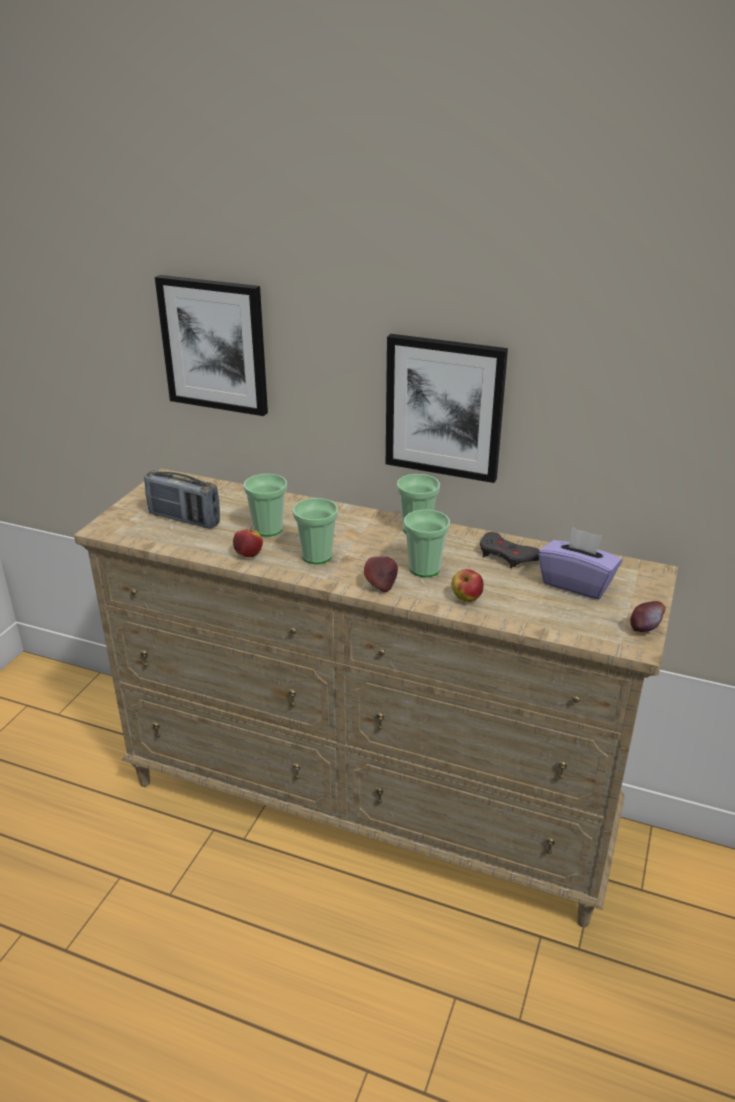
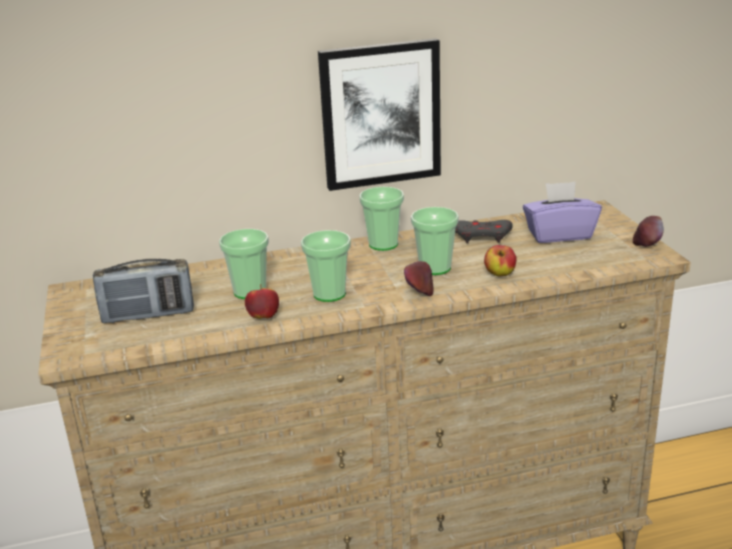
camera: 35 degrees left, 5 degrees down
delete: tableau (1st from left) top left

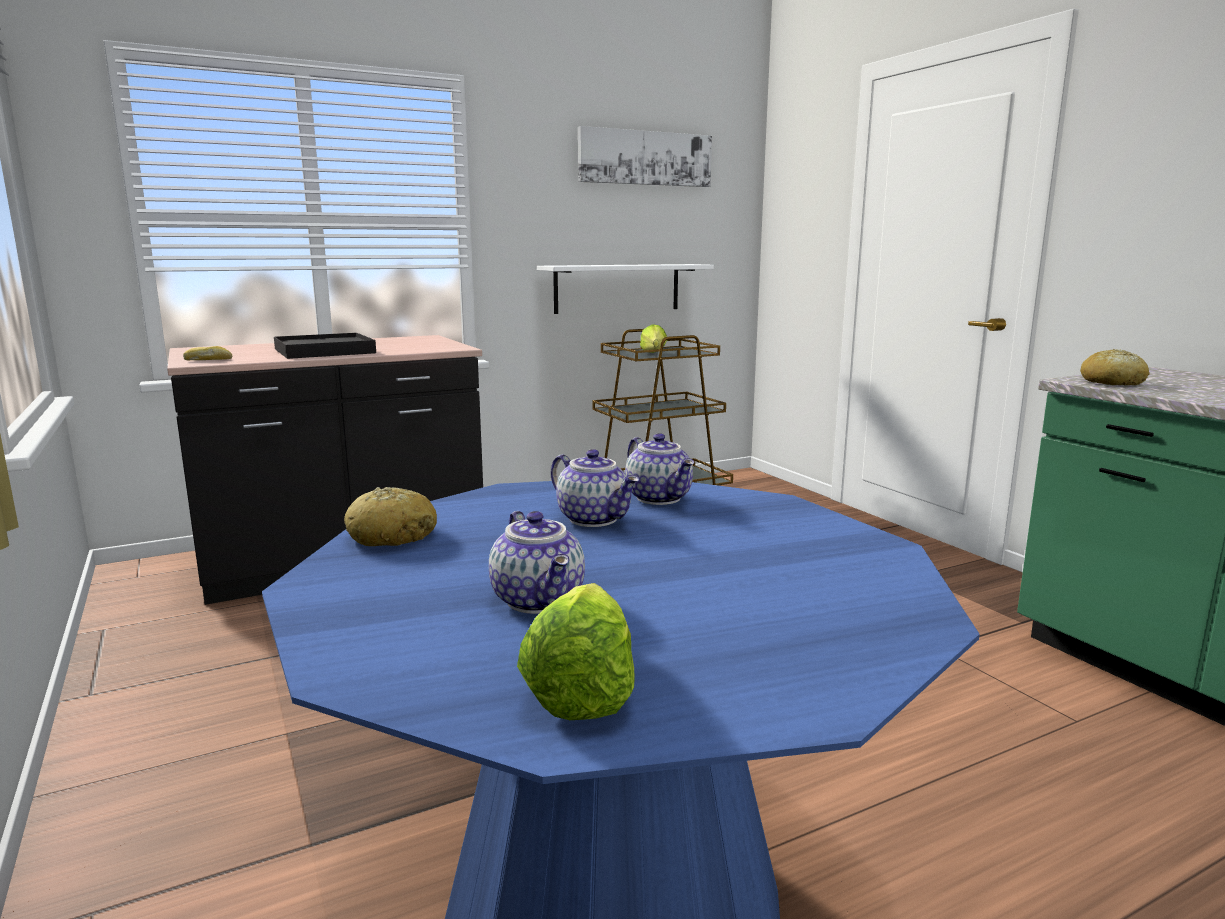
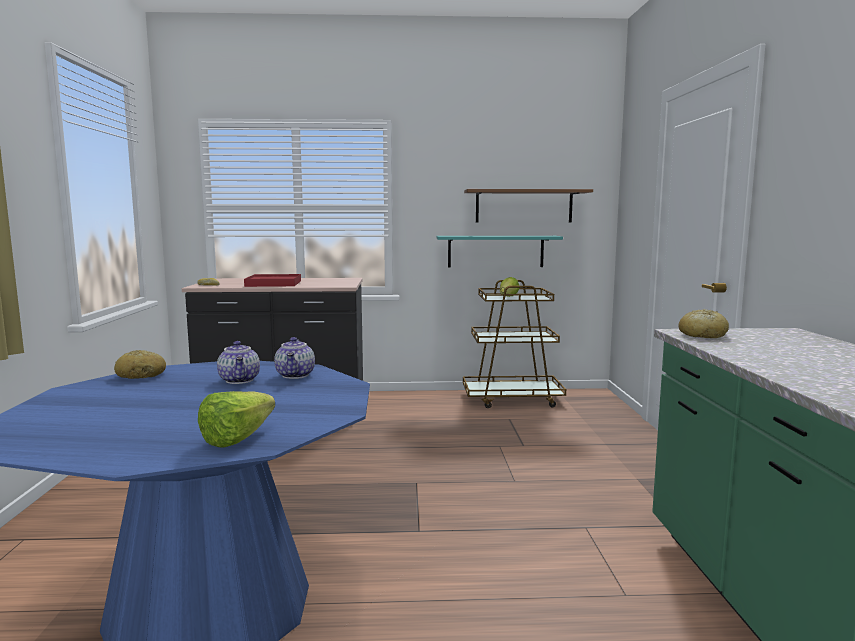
camera: 25 degrees right, 5 degrees down
delete: théière (1st from left) centre; tableau top centre
insert: étagère/marron top centre
move: laitue (1st from left) bottom centre to middle left
recolor: plateau/noir middle left to plateau/rouge middle left; étagère/blanc top centre to étagère/turquoise centre

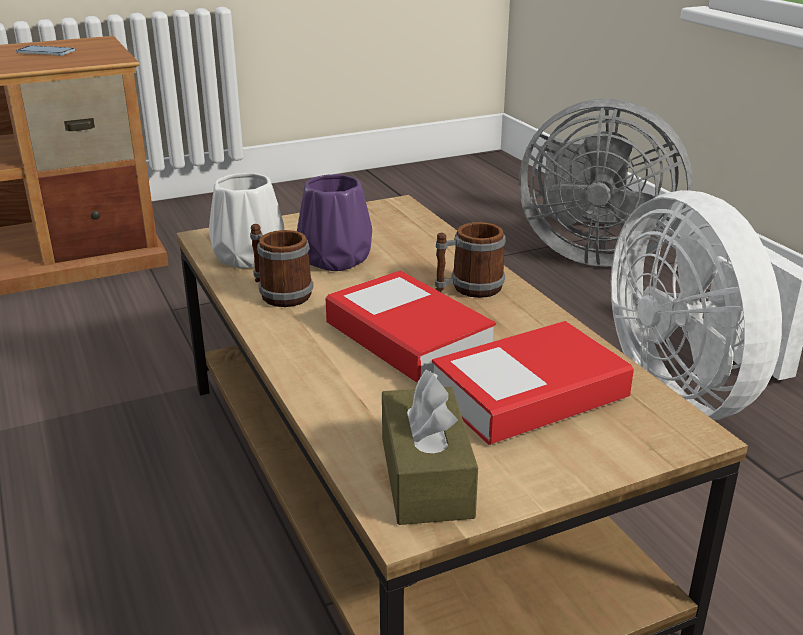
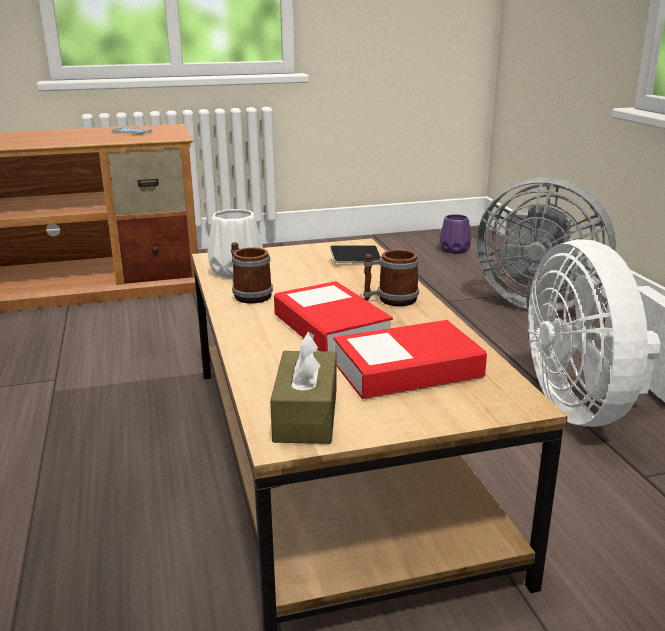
camera: 10 degrees right, 5 degrees down
insert: téléphone (2nd from left) centre
move: vase/violet centre to middle right

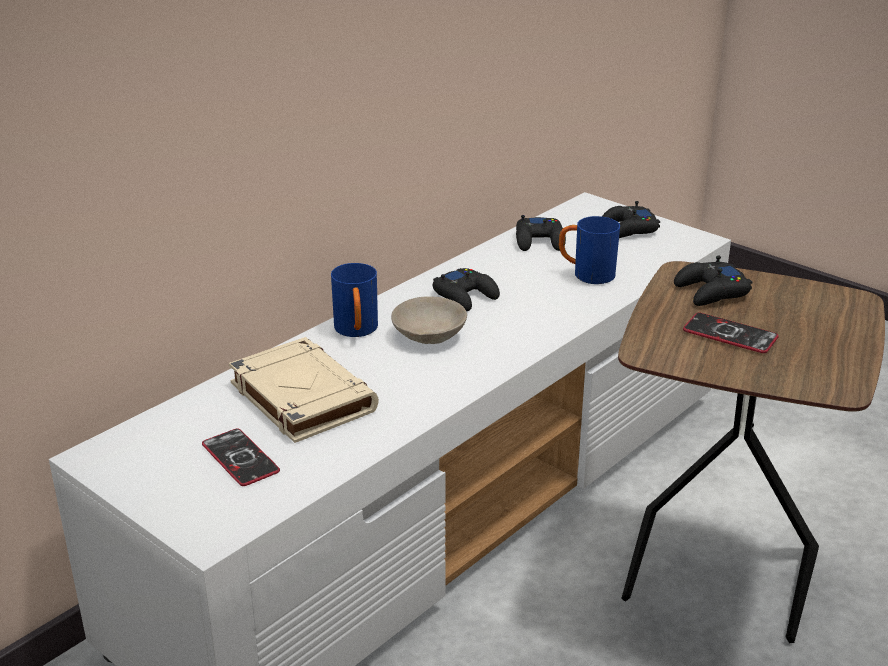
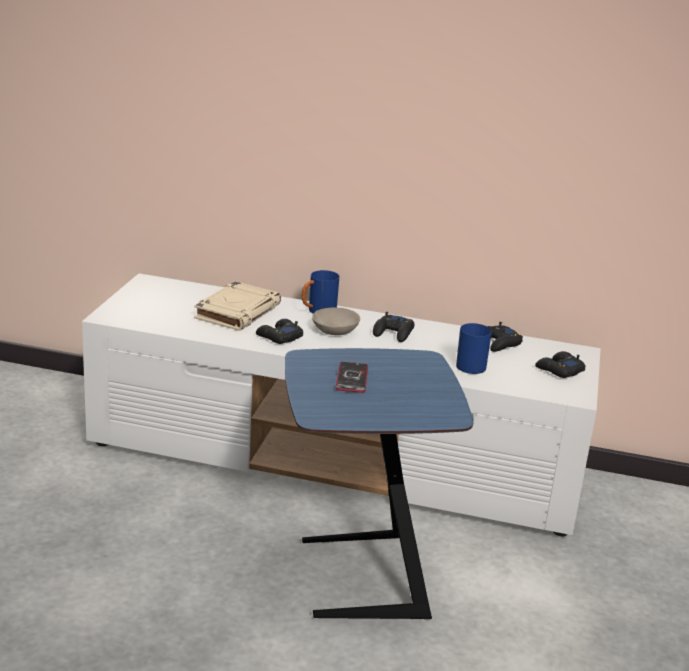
camera: 60 degrees right, 5 degrees down
delete: téléphone (1st from left) bottom left
move: manette/noir (4th from left in the first image) middle right to manette/noir (1st from left) centre
recolor: table d'appoint/marron bottom right to table d'appoint/bleu bottom centre

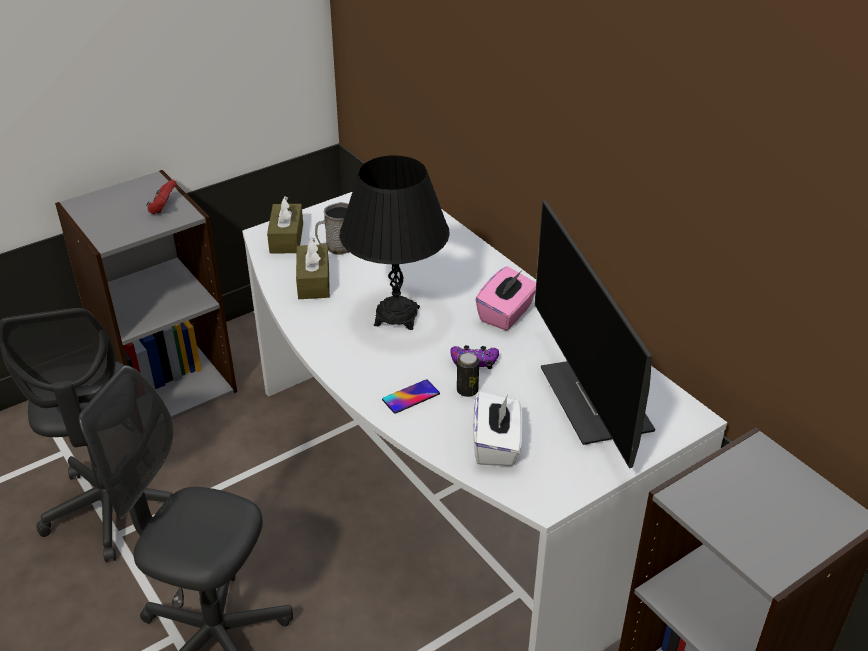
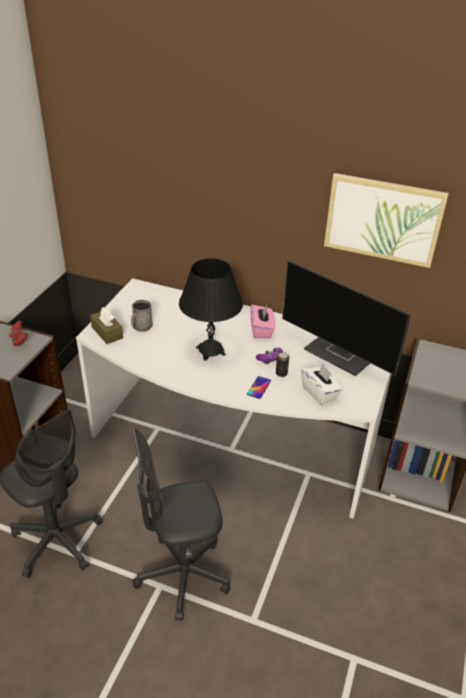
camera: 35 degrees left, 0 degrees up
delete: boîte à mouchoirs/marron (2nd from left) centre
insert: tableau top right

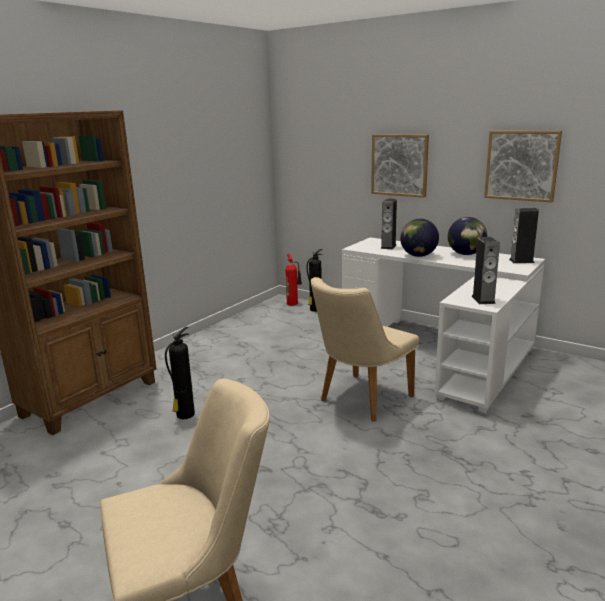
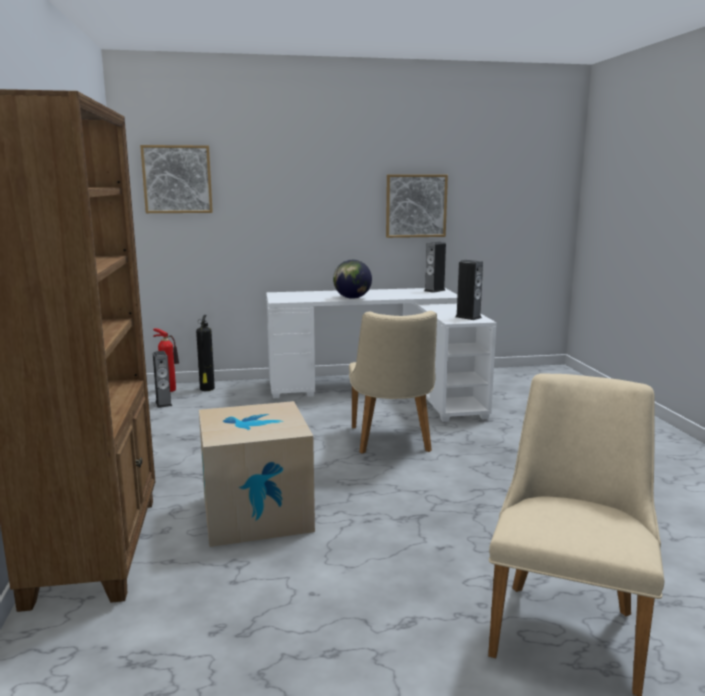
camera: 45 degrees left, 5 degrees down
delete: globe (2nd from left) middle right
move: tableau (1st from left) top centre to top left; enceinte (1st from left) centre to middle left
replace: extincteur (1st from left) middle left to carton bottom centre

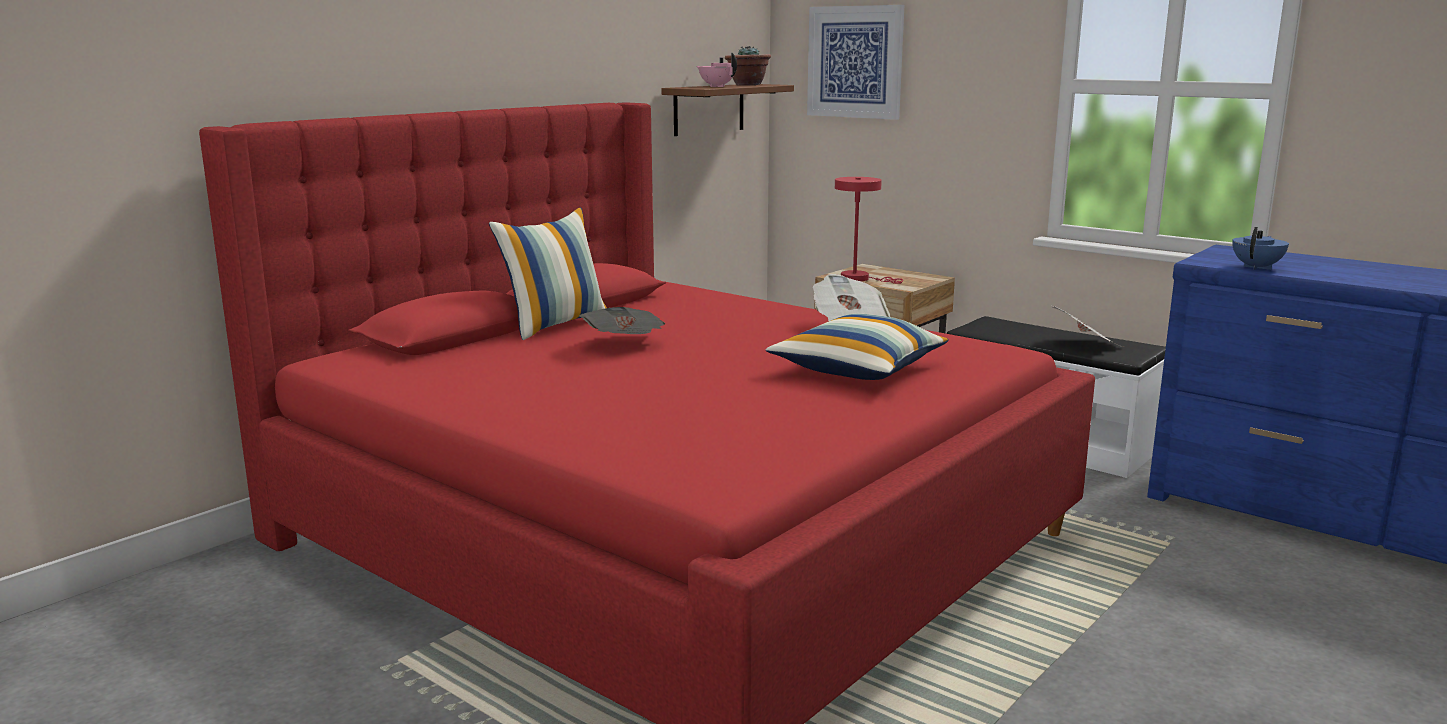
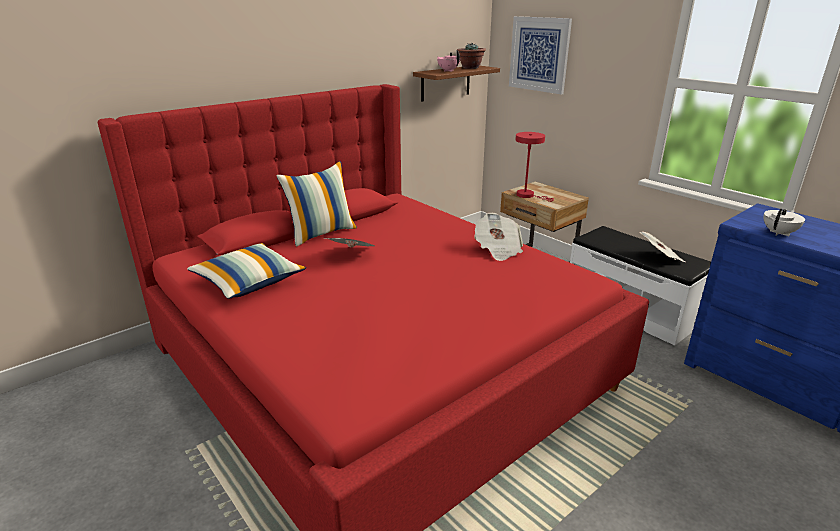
camera: 10 degrees right, 10 degrees up
move: coussin (2nd from left in the first image) centre to coussin (1st from left) middle left
recolor: théière/bleu middle right to théière/blanc middle right

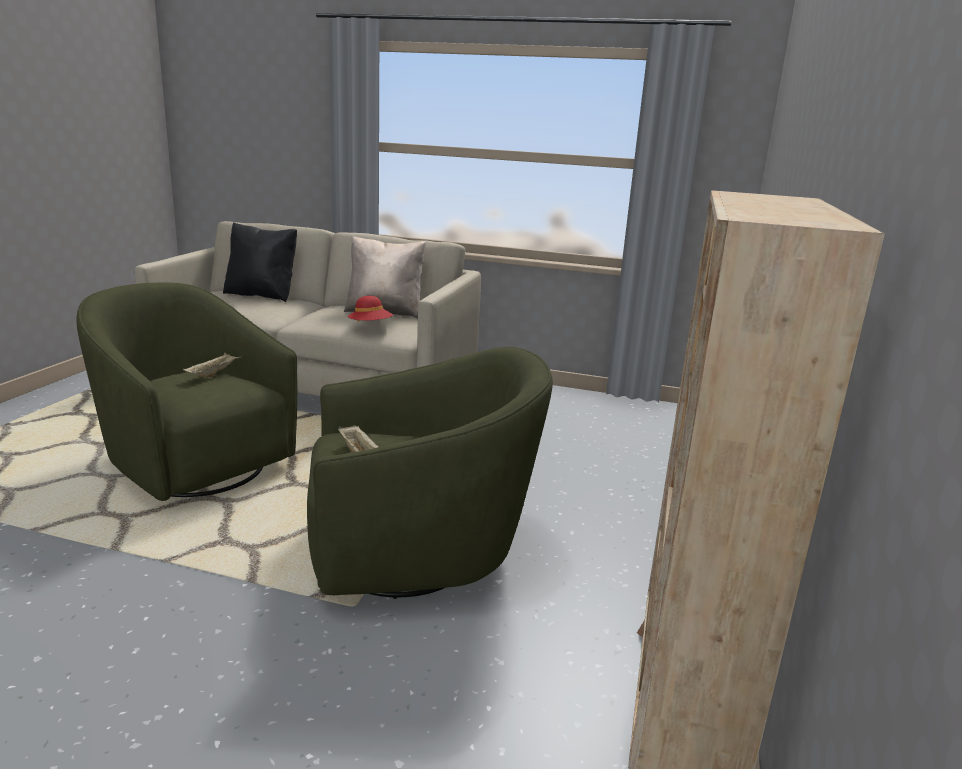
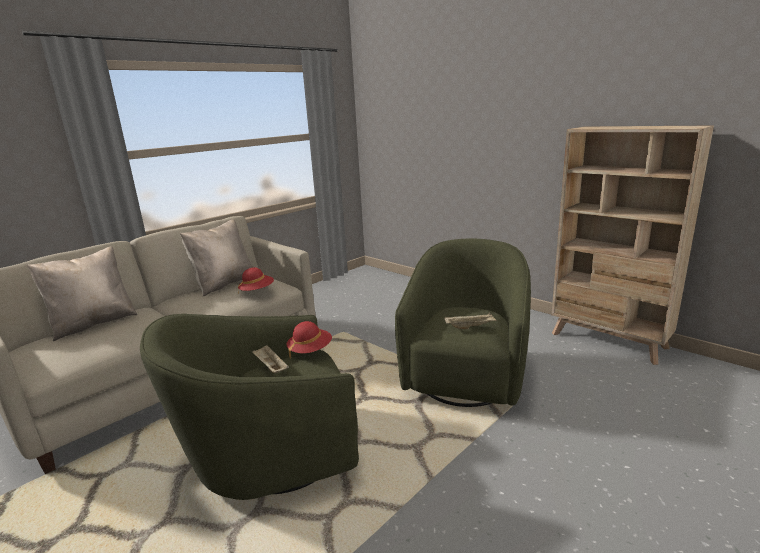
camera: 60 degrees left, 0 degrees up
insert: chapeau/rouge (2nd from left) centre
recolor: coussin/noir middle left to coussin/beige (1st from left) middle left

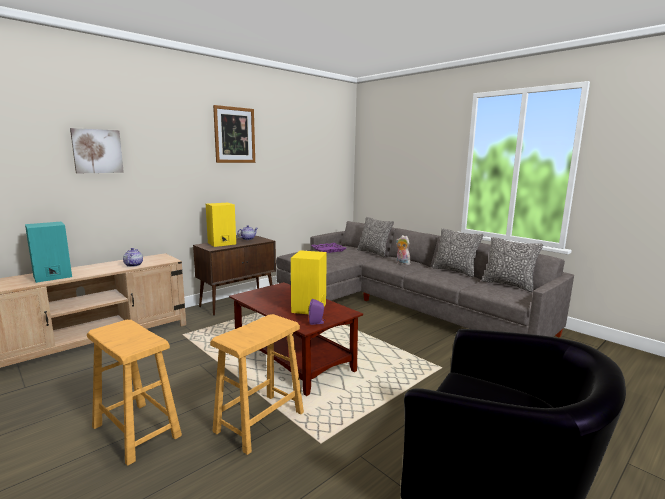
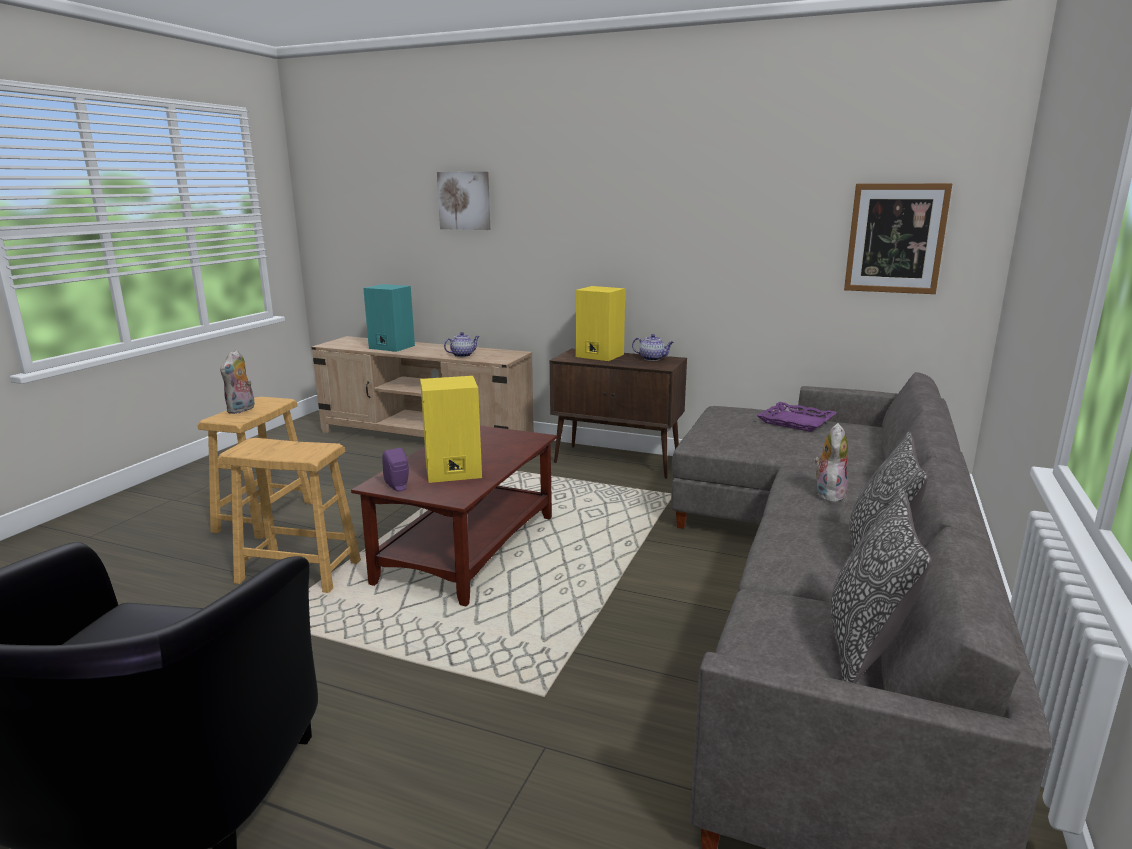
camera: 65 degrees right, 5 degrees up
delete: coussin (1st from left) centre
insert: peluche (1st from left) middle left
move: tableau (2nd from left) top centre to top right

